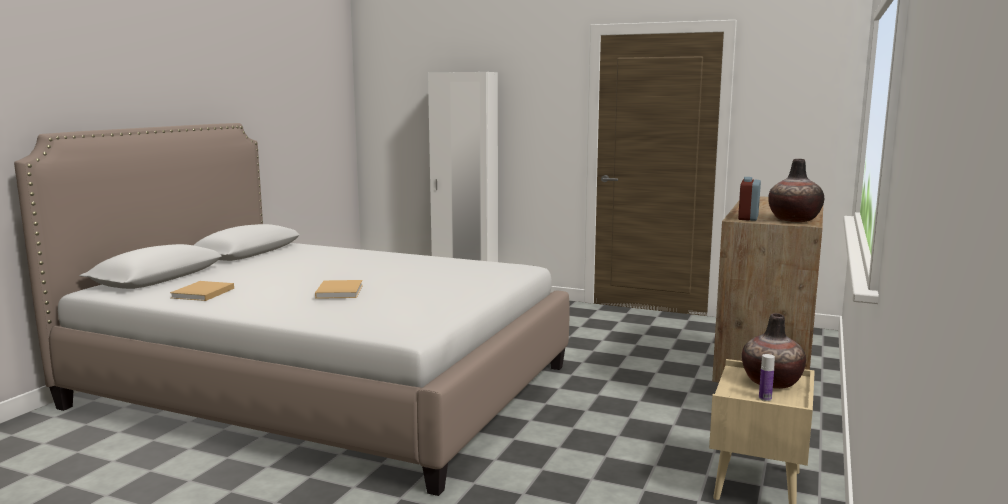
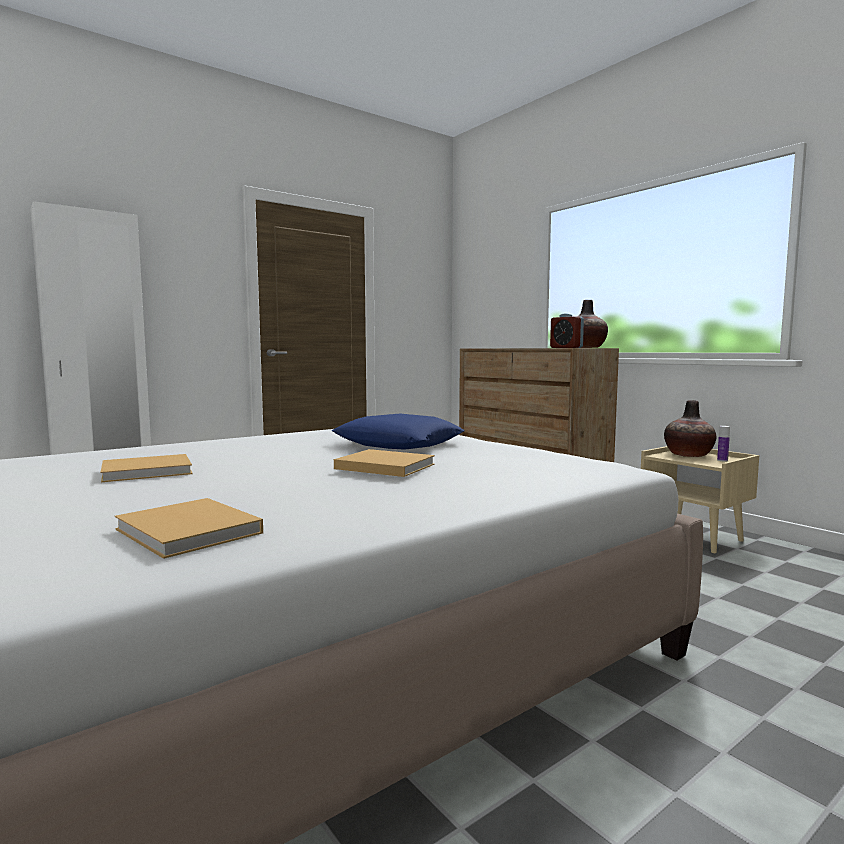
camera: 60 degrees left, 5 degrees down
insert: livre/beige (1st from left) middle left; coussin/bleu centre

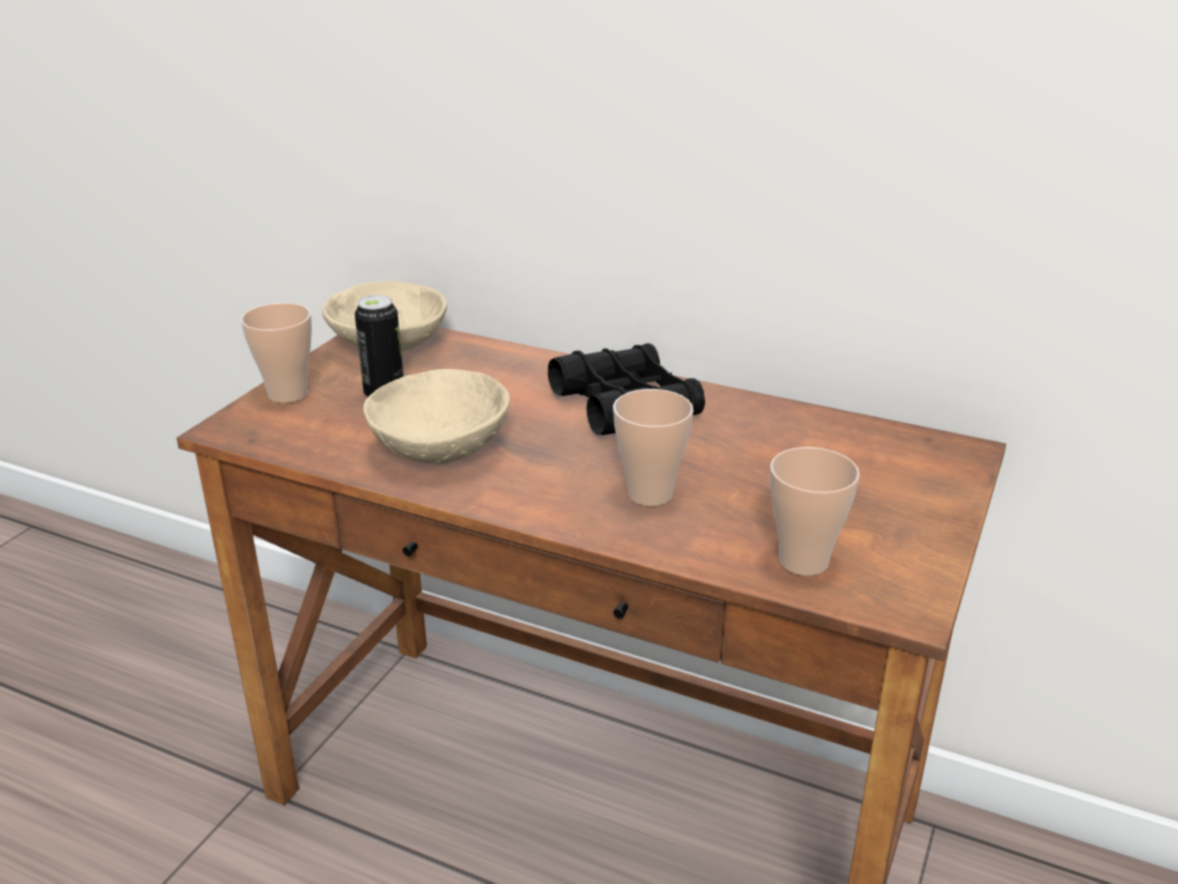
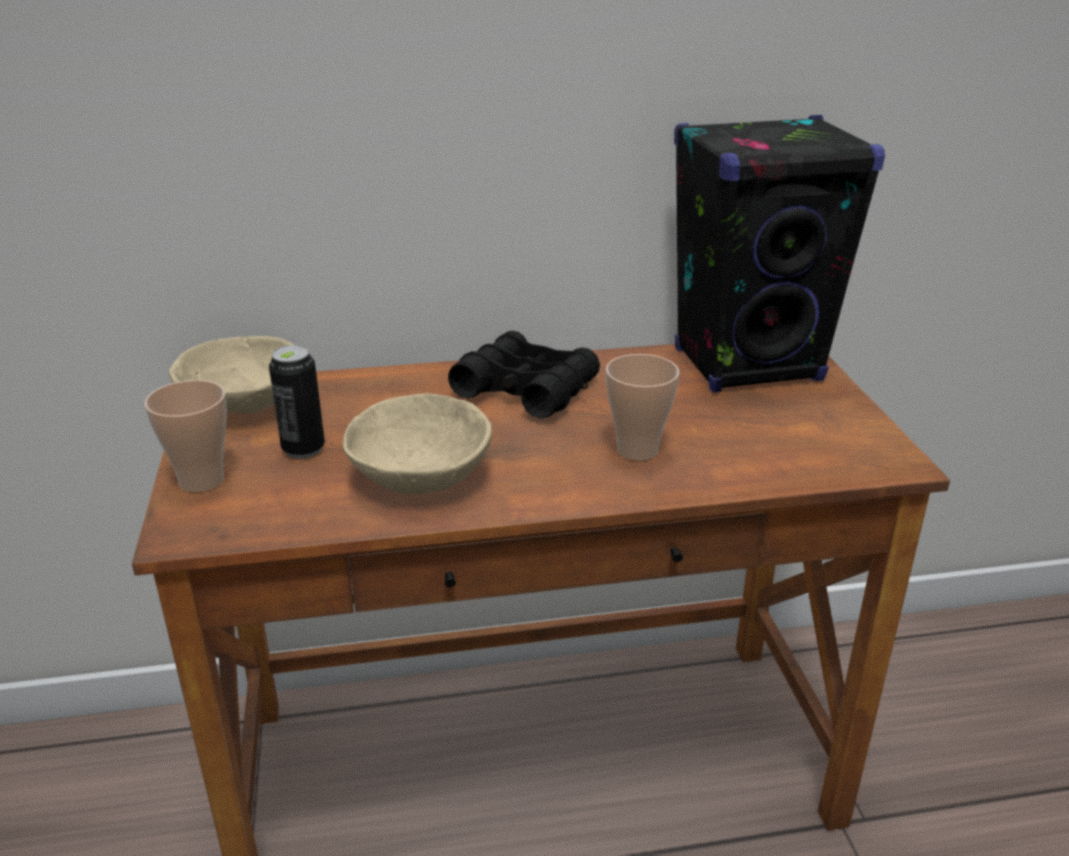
camera: 35 degrees left, 0 degrees up
delete: tasse (3rd from left) middle right
insert: enceinte/noir top right

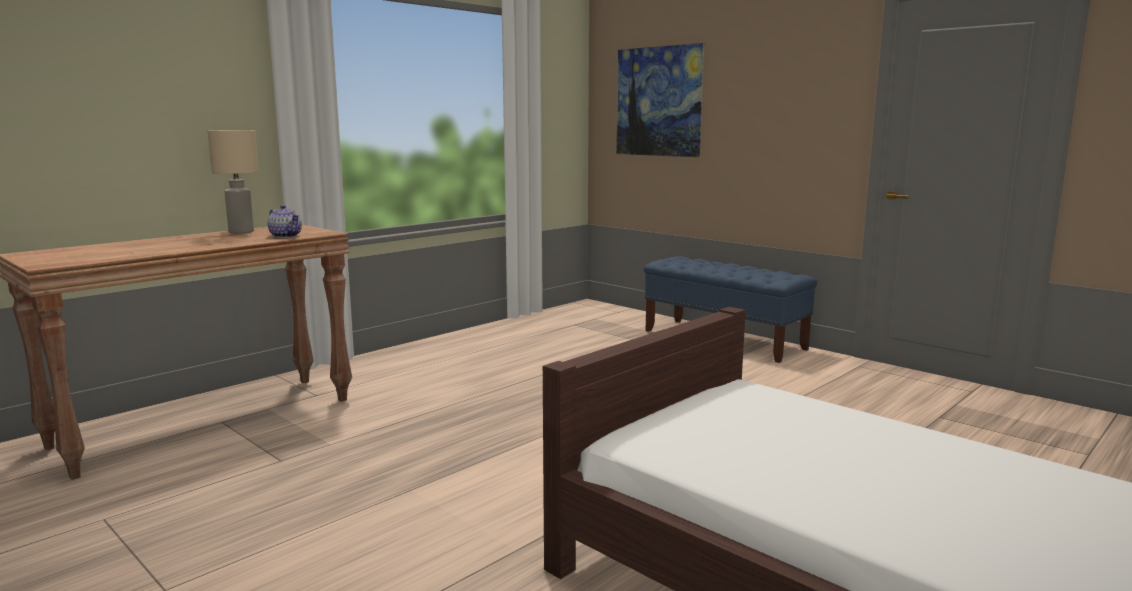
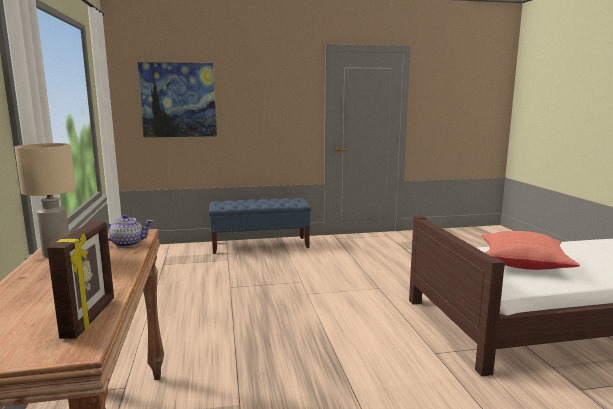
camera: 55 degrees left, 0 degrees up
insert: cadre photo bottom left; coussin/rouge middle right

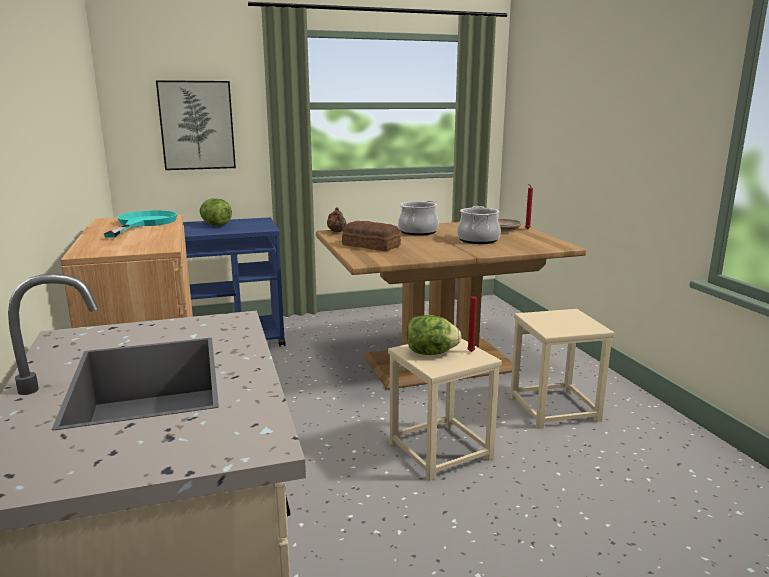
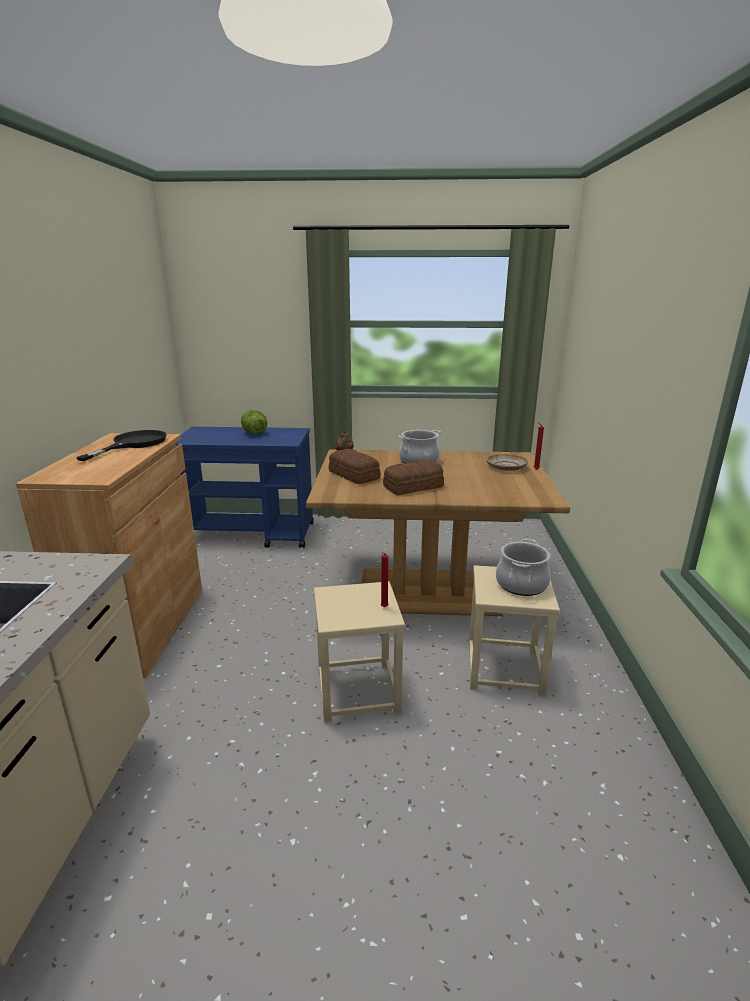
camera: 20 degrees right, 5 degrees up
delete: tableau top left; laitue (2nd from left) centre
insert: pain (2nd from left) centre
move: marmite (2nd from left) centre to middle right
recolor: poêle/turquoise middle left to poêle/noir middle left

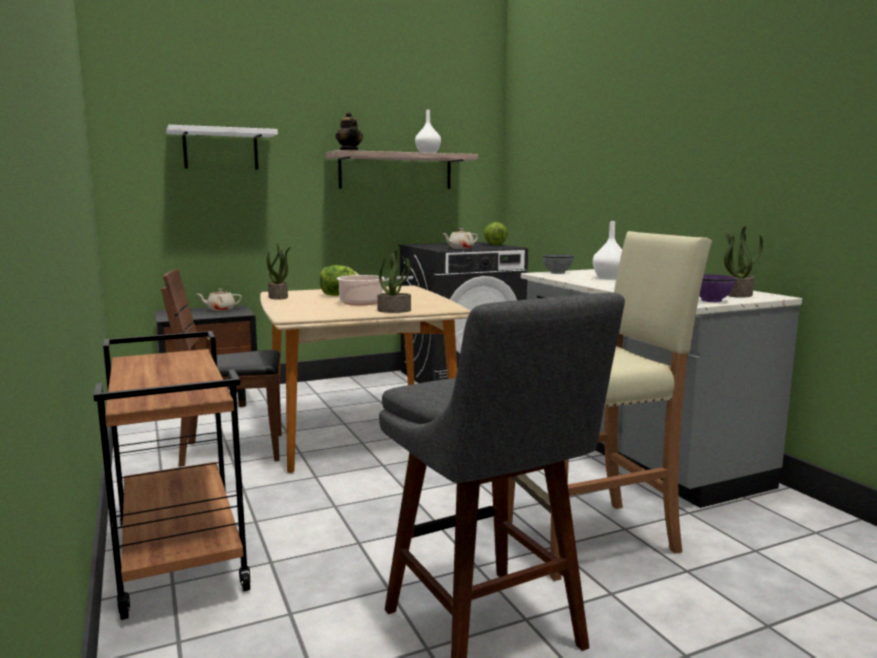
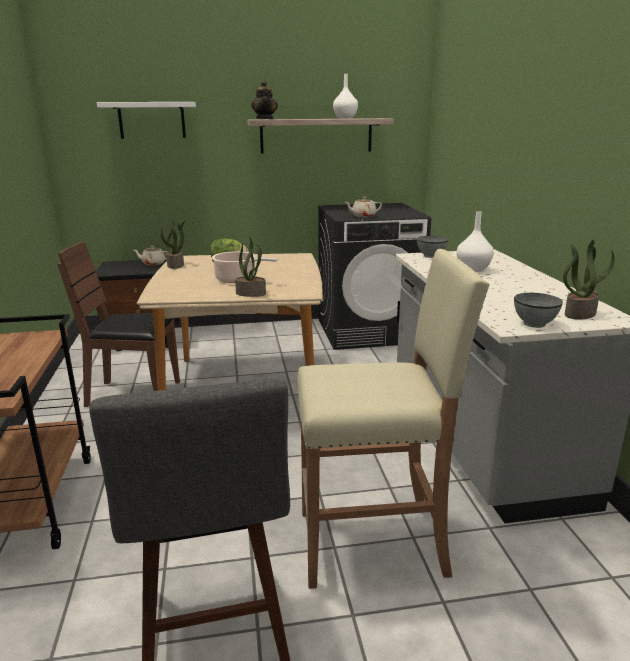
camera: 15 degrees right, 10 degrees up
delete: laitue (2nd from left) centre
recolor: bol/violet middle right to bol/gris (2nd from left) middle right

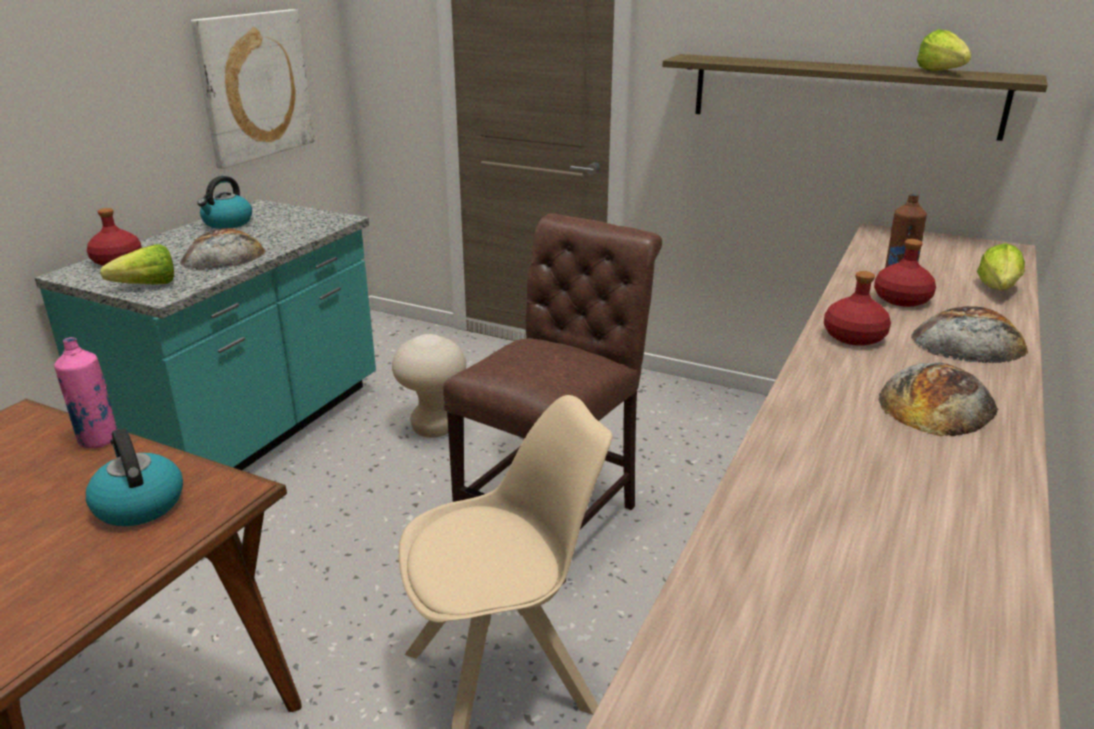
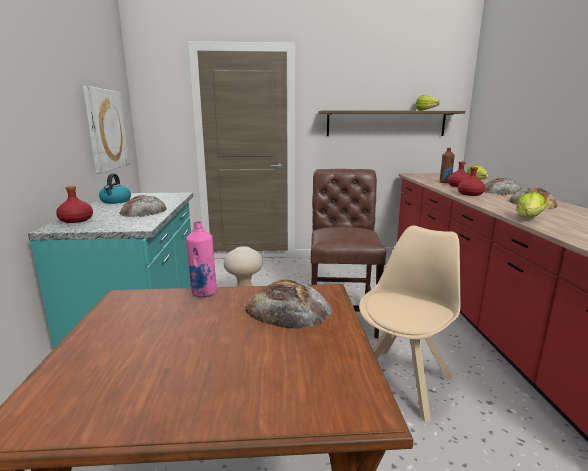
camera: 30 degrees left, 10 degrees down
move: laitue (1st from left in the first image) middle left to laitue (3rd from left) middle right
replace: bouilloire (1st from left) middle left to pain (2nd from left) centre

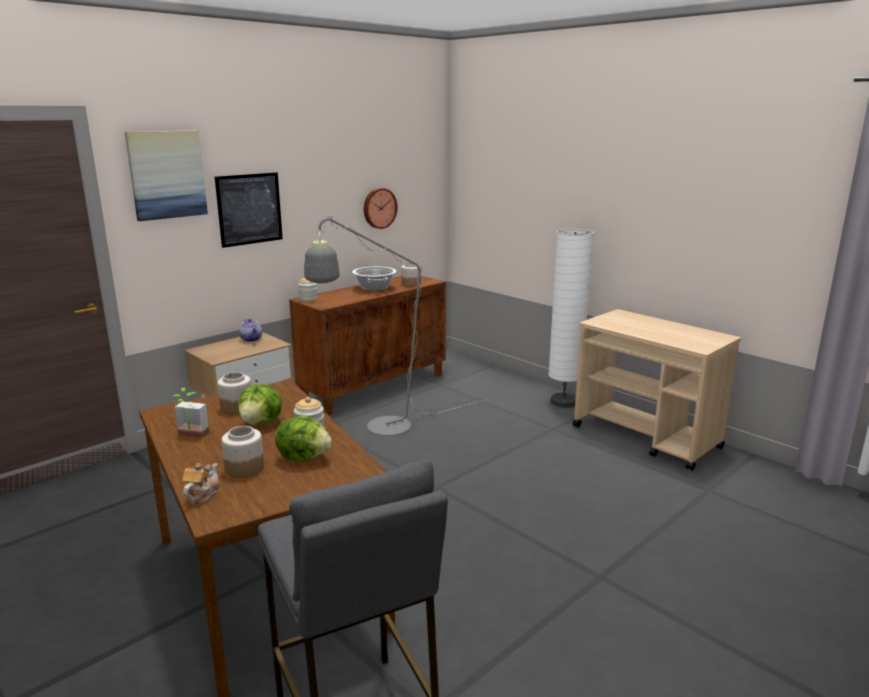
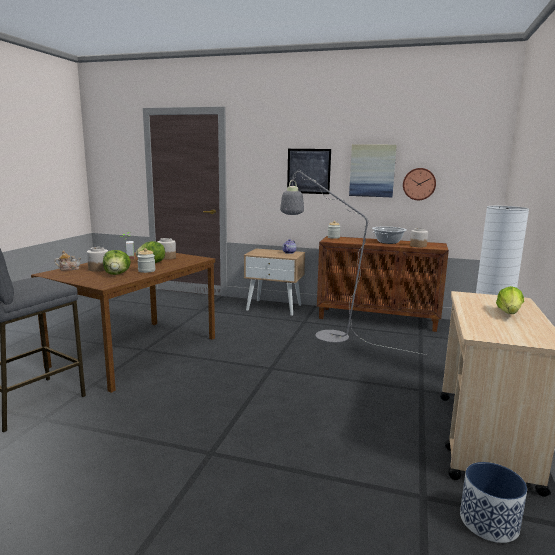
camera: 60 degrees right, 5 degrees down
insert: cache-pot bottom right; laitue (3rd from left) middle right
move: tableau (1st from left in the first image) top left to tableau (2nd from left) top right

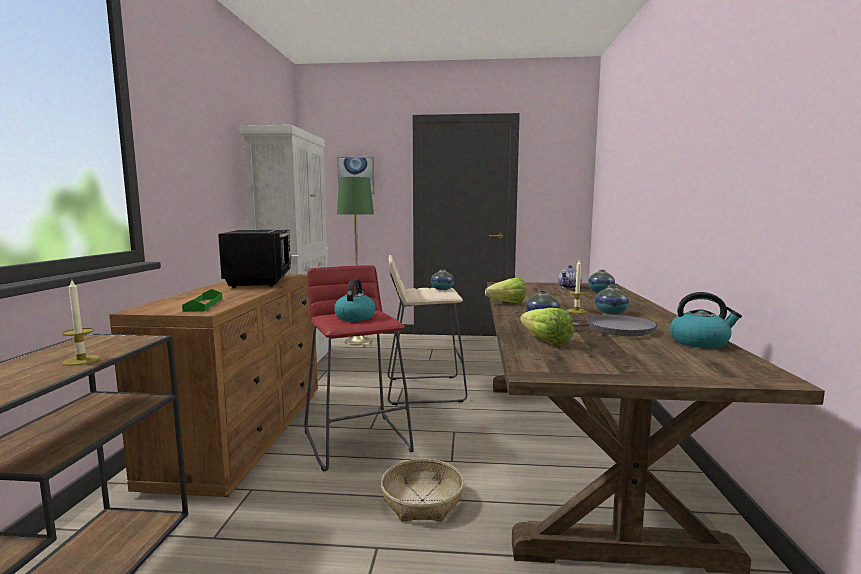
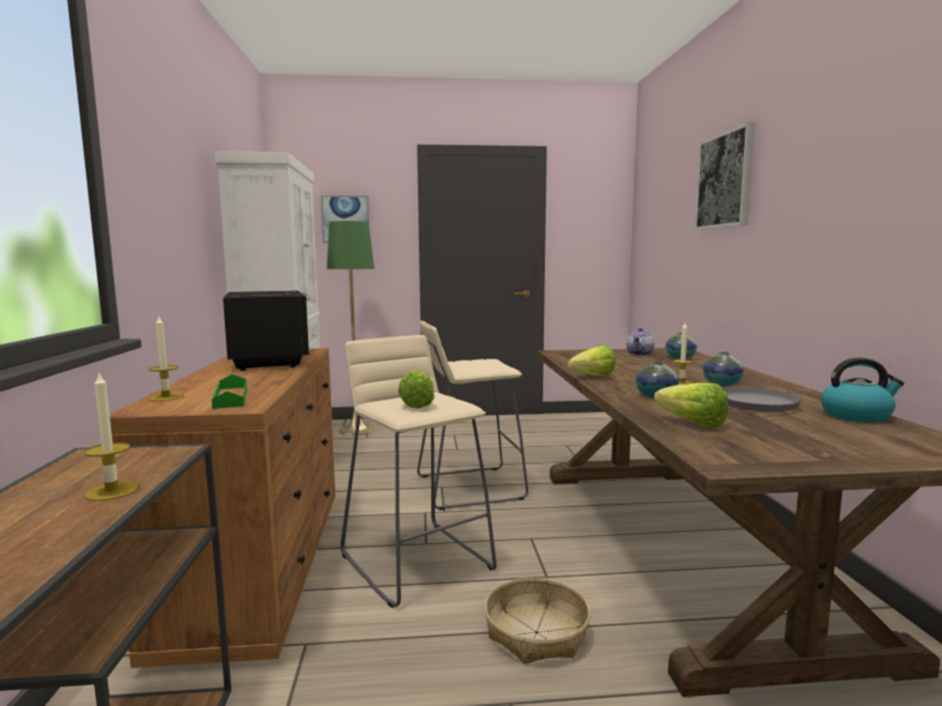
camera: 10 degrees left, 0 degrees up
delete: vase (1st from left) centre
insert: bougie (2nd from left) middle left; tableau (2nd from left) top right
replace: bouilloire (1st from left) centre to laitue (1st from left) centre
recolor: tabouret/rouge centre to tabouret/beige (1st from left) bottom centre

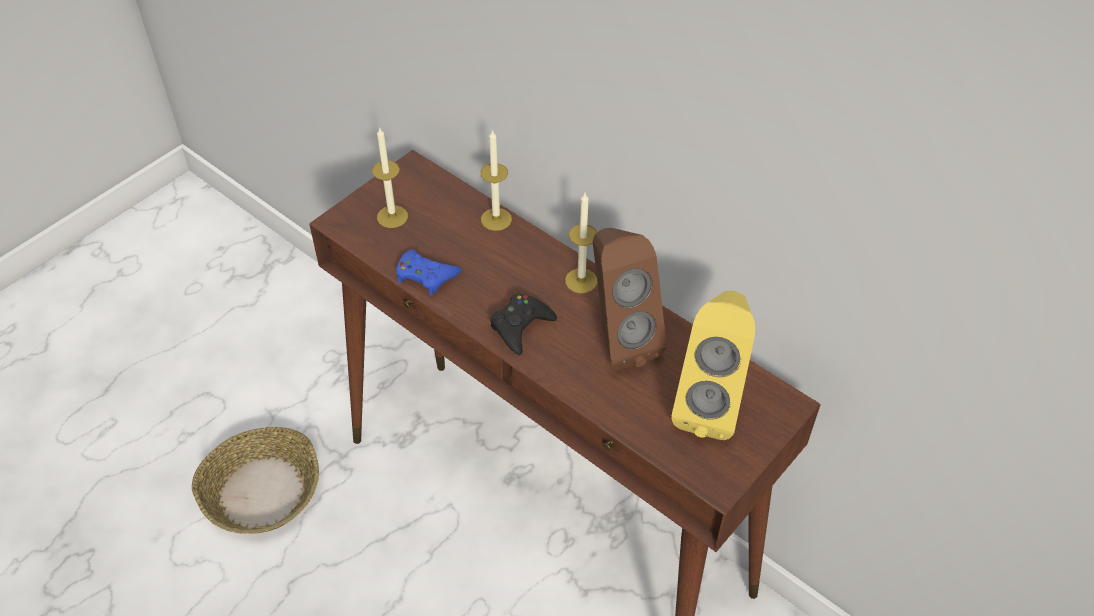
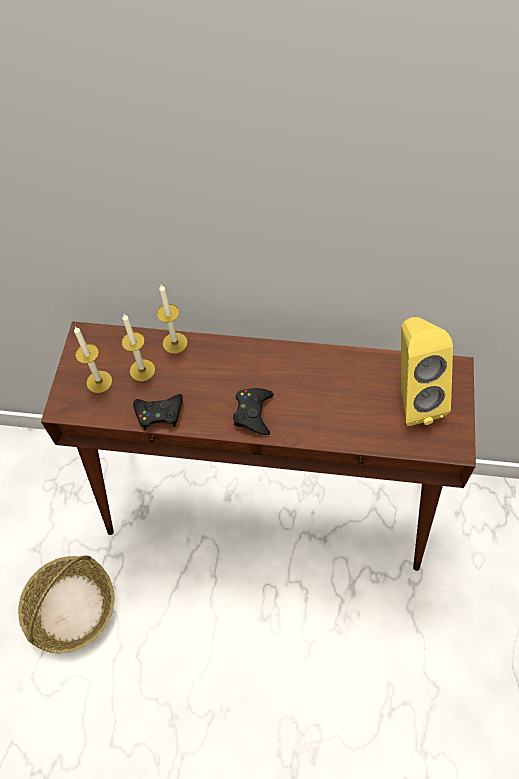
camera: 30 degrees left, 10 degrees up
delete: enceinte/marron centre
move: bougie (3rd from left in the first image) centre to bougie (2nd from left) middle left
recolor: manette/bleu centre to manette/noir (1st from left) middle left

